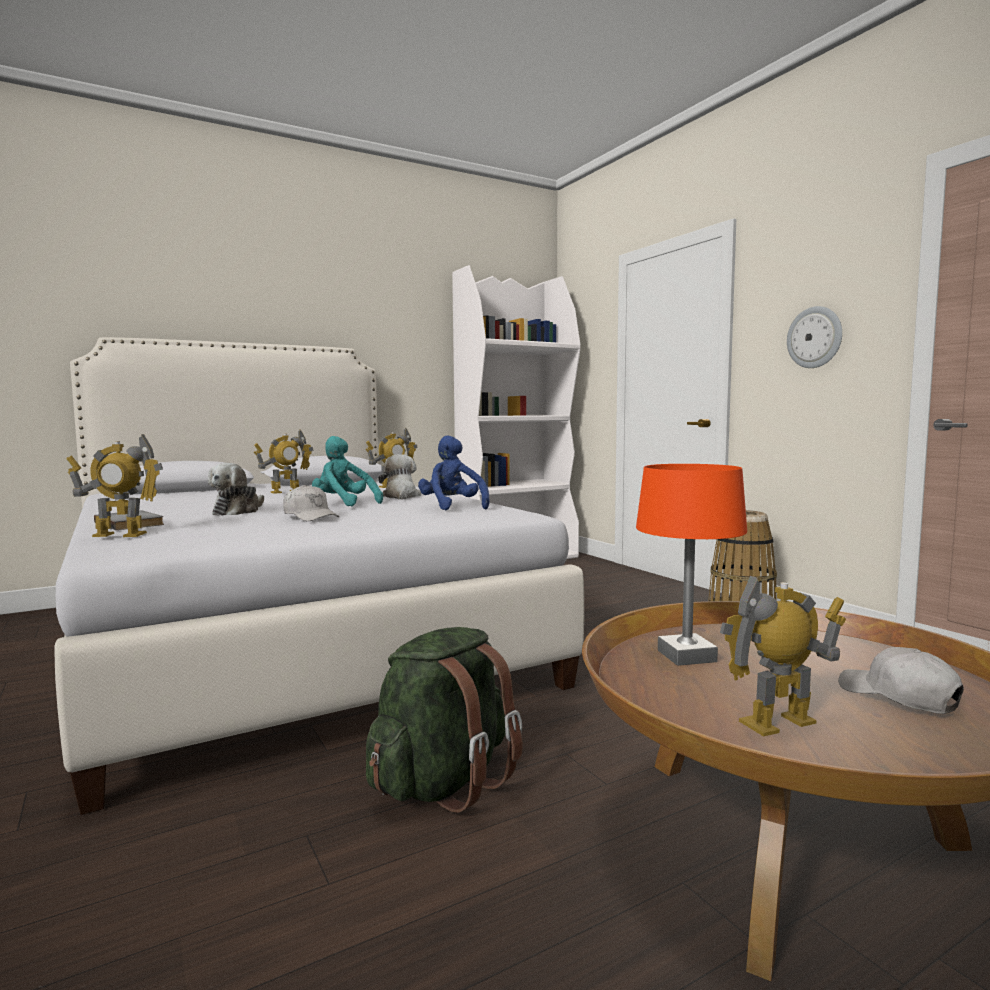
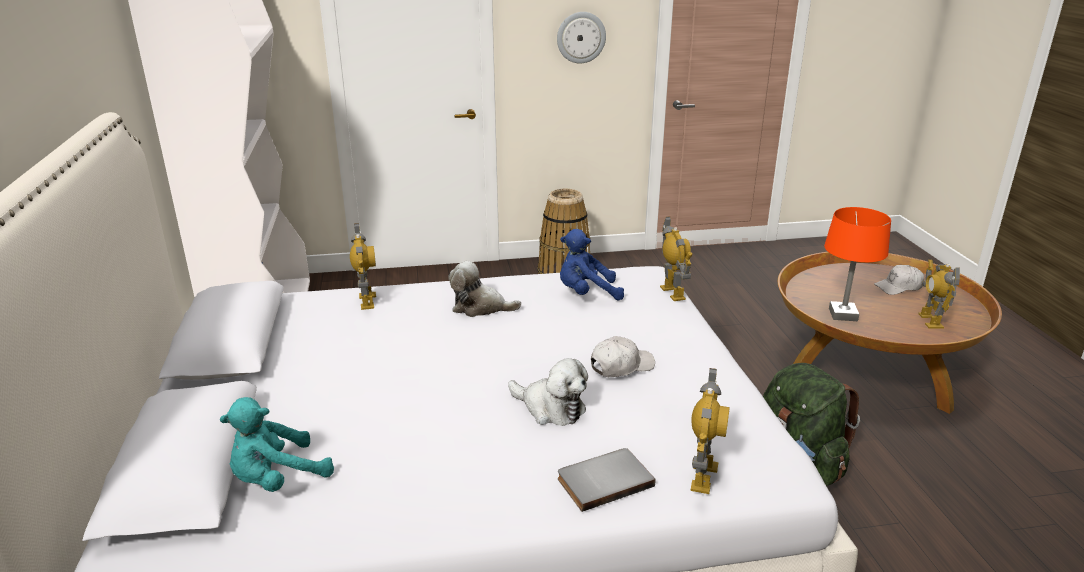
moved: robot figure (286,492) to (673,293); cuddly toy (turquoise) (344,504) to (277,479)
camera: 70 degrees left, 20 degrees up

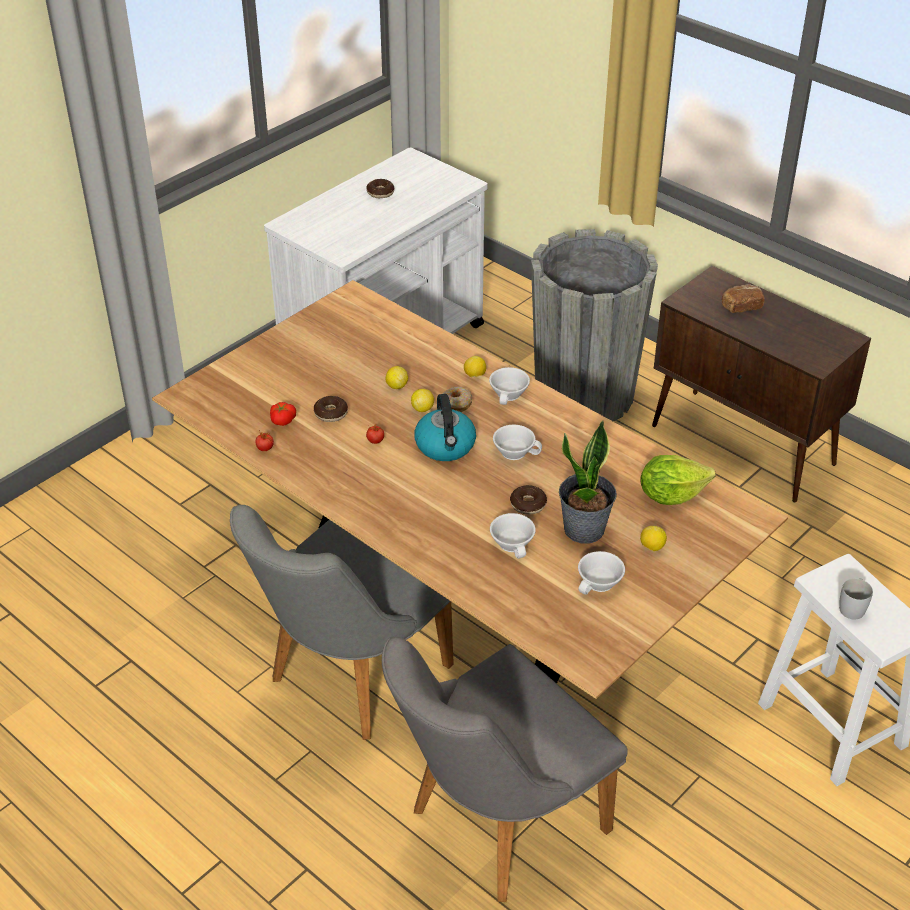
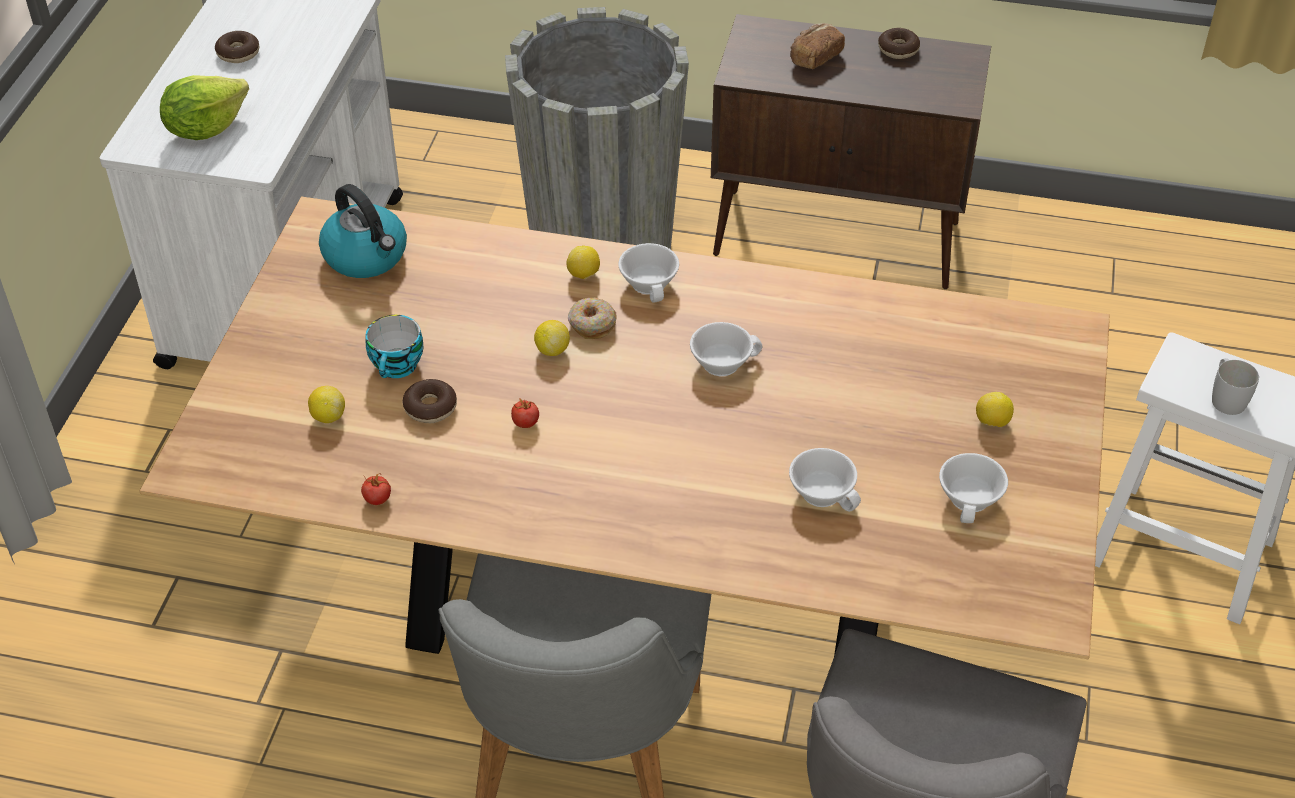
removed: whole tomato (282,420); potted plant (584,529)
added: cup (398,367)
moved: citrus fruit (396,386) to (328,416); kettle (446,446) to (366,256); ring doughnut (528,504) to (898,49); lettuce head (671,495) to (205,128)
camera: 30 degrees left, 5 degrees up

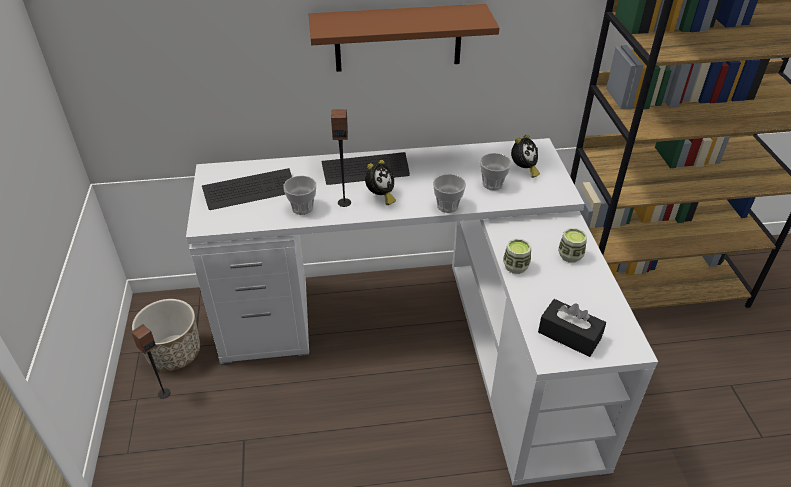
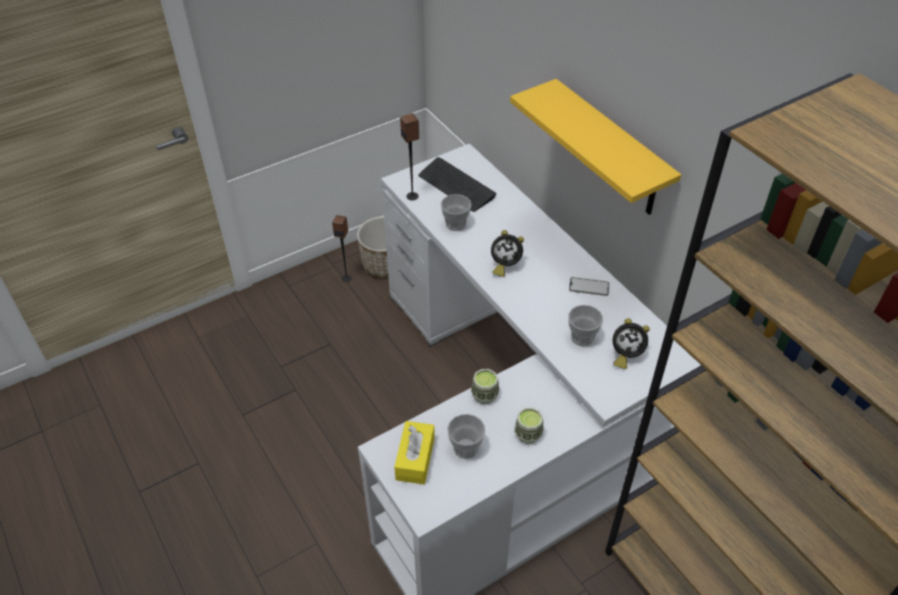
removed: PC keyboard (365,170)
added: telephone (589,287)
moved: loudspeaker (344,202) to (412,196); cup (447,206) to (465,448)
recoloured: wall shelf (brown-coloured) (398,38) to wall shelf (yellowish) (610,150); box of tissues (blackish) (569,335) to box of tissues (yellowish) (415,459)
camera: 65 degrees right, 5 degrees up

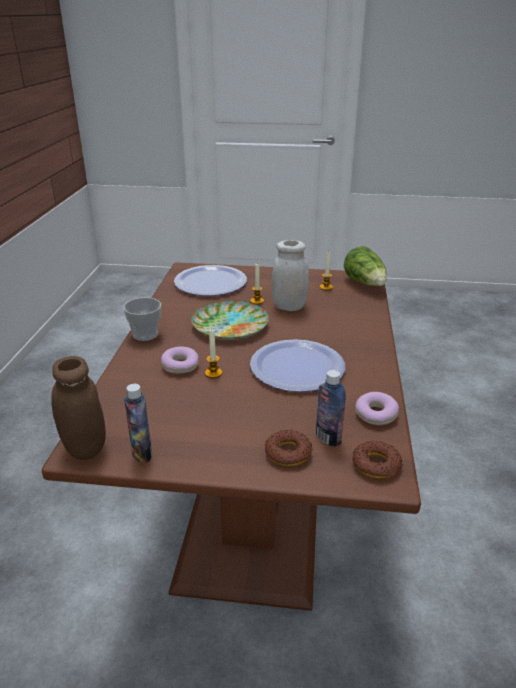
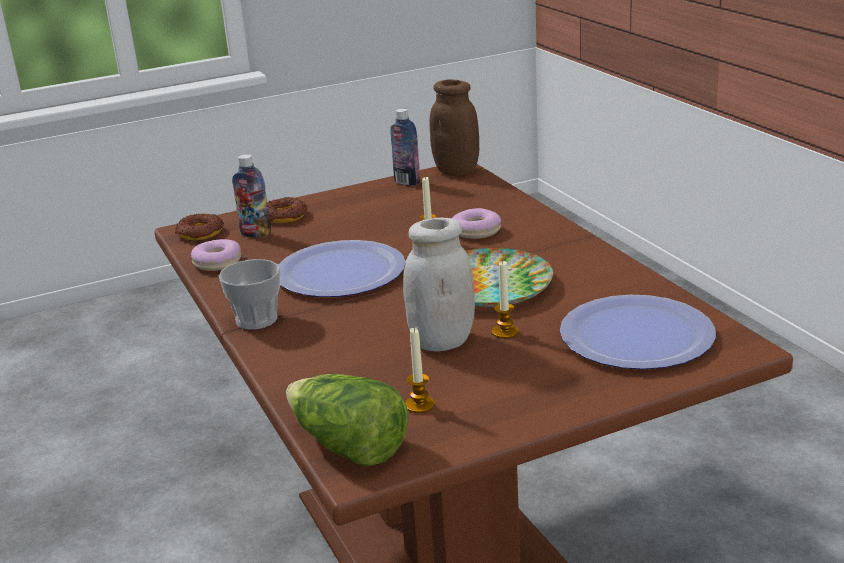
moved: cup (145,334) to (256,320)
camera: 150 degrees right, 5 degrees down

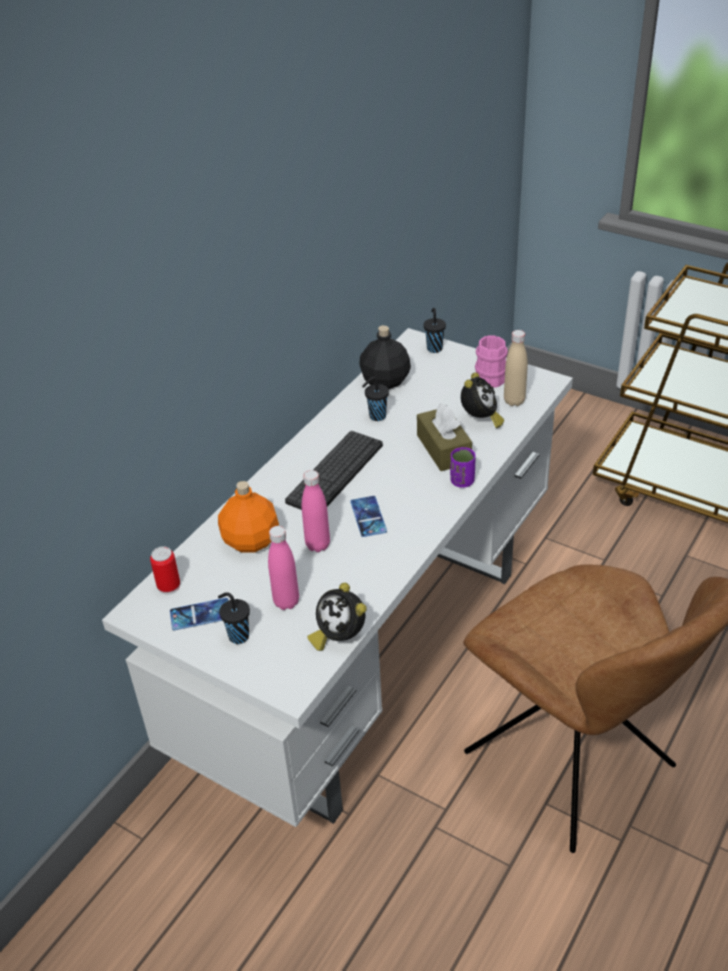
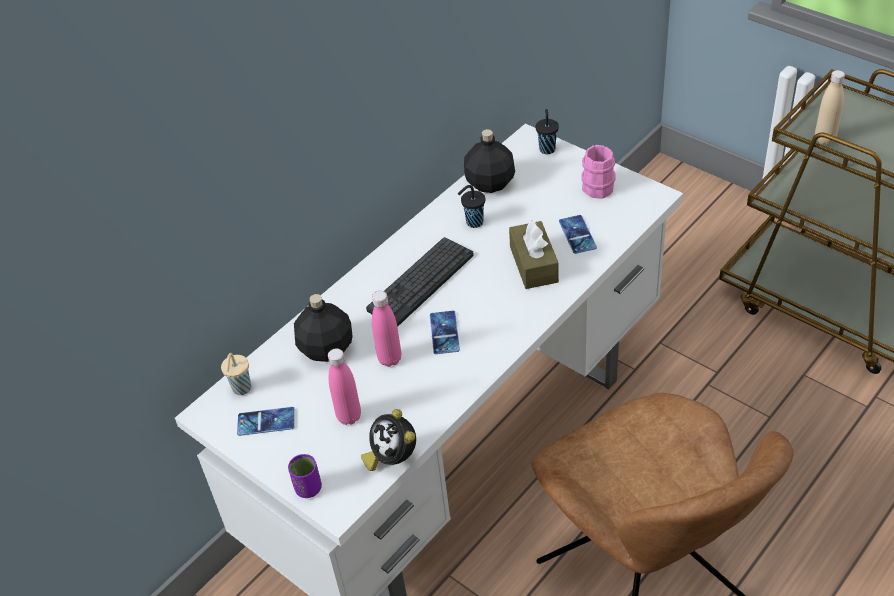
removed: cup (blackish) (237,636)
moved: cup (purple) (462,481) to (308,488); drink bottle (sand-coloured) (514,401) to (824,139)
replaced: can (169,586) to cup (sand-coloured) (241,389); alarm clock (480,420) to telephone (577,234)
recoloured: drink bottle (orangey) (251,541) to drink bottle (blackish) (327,349)
camera: 10 degrees right, 5 degrees up

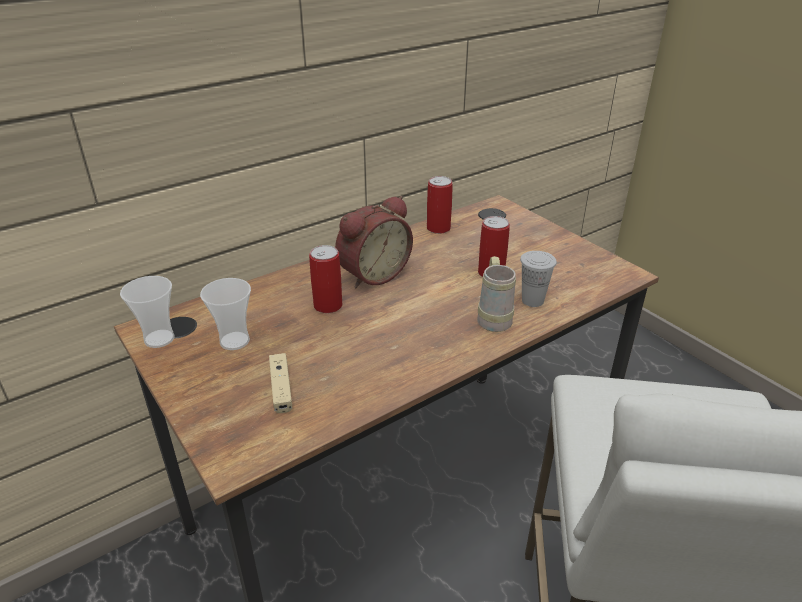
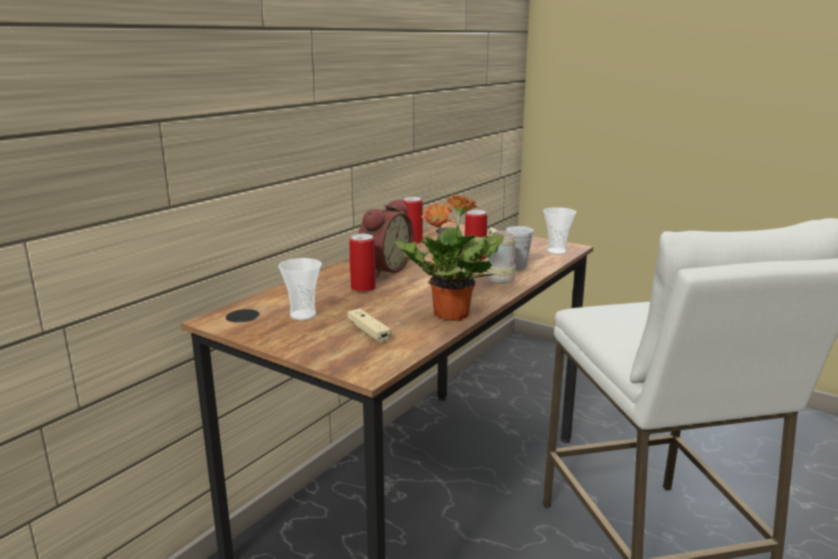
added: potted plant (450,315)
moved: cup (159,339) to (556,251)
camera: 20 degrees left, 15 degrees down

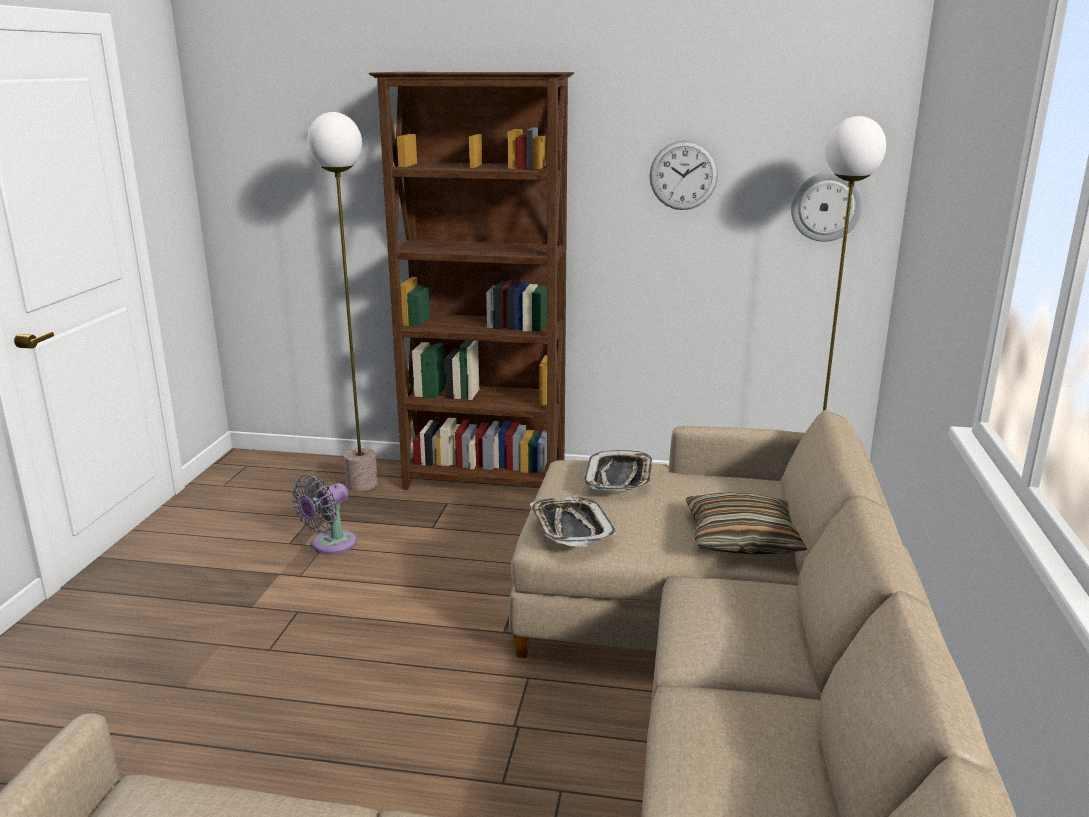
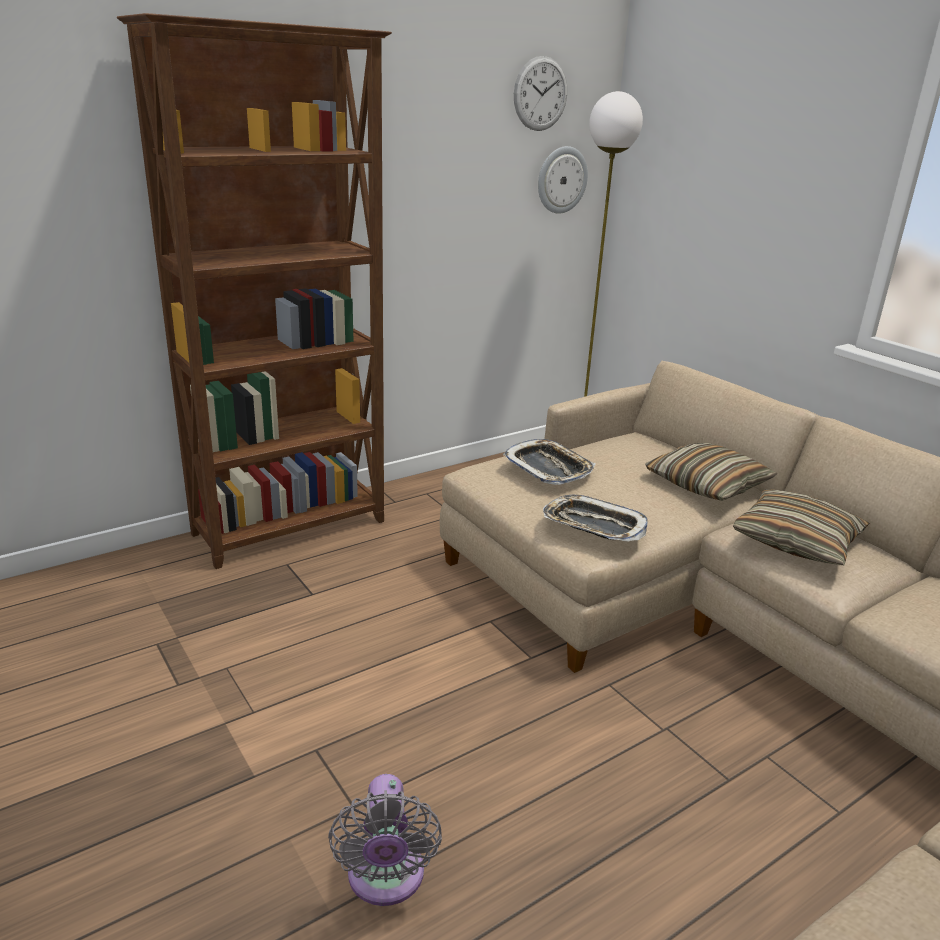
removed: floor lamp (362,484)
added: cushion (796,541)
moved: electric fan (grey) (330,545) to (385,879); hanging clock (683,175) to (540,94)
camera: 45 degrees left, 5 degrees up

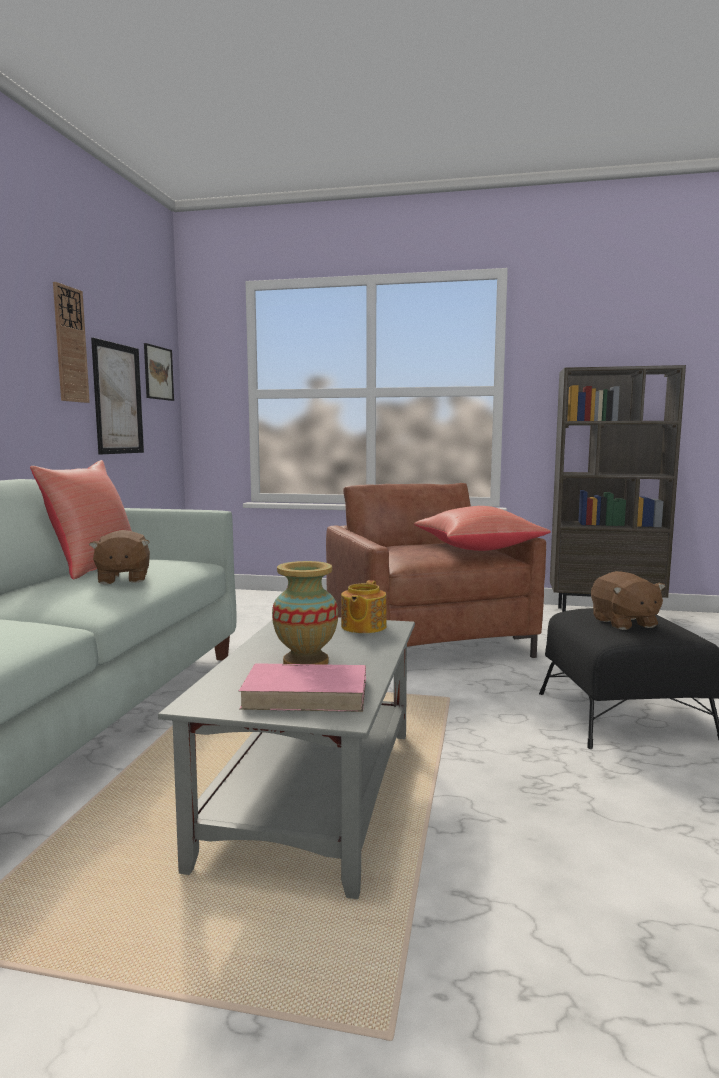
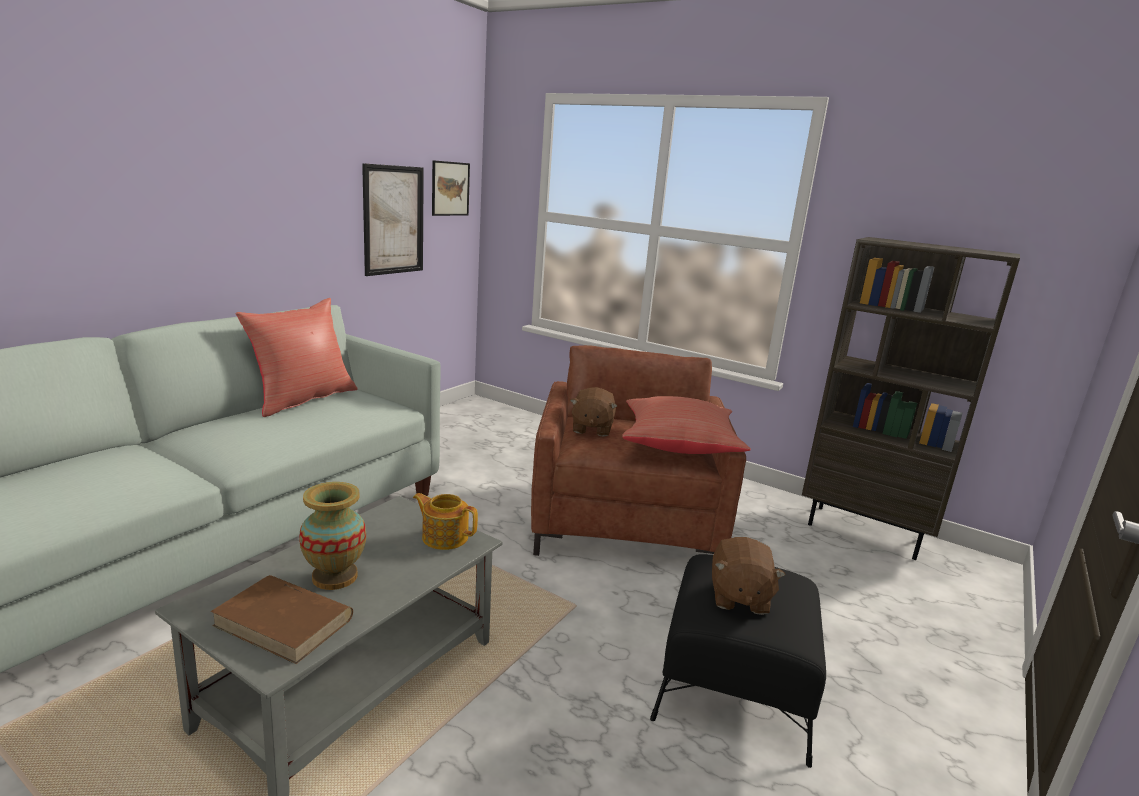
removed: hanging clock (70,345)
moved: cuddly toy (brown-coloured) (122,579) to (591,428)
recoloured: book (pink-coloured) (307,693) to book (brown-coloured) (285,622)
turned: teapot (362,627) = (444,537) 75 degrees clockwise
camera: 20 degrees right, 10 degrees up

